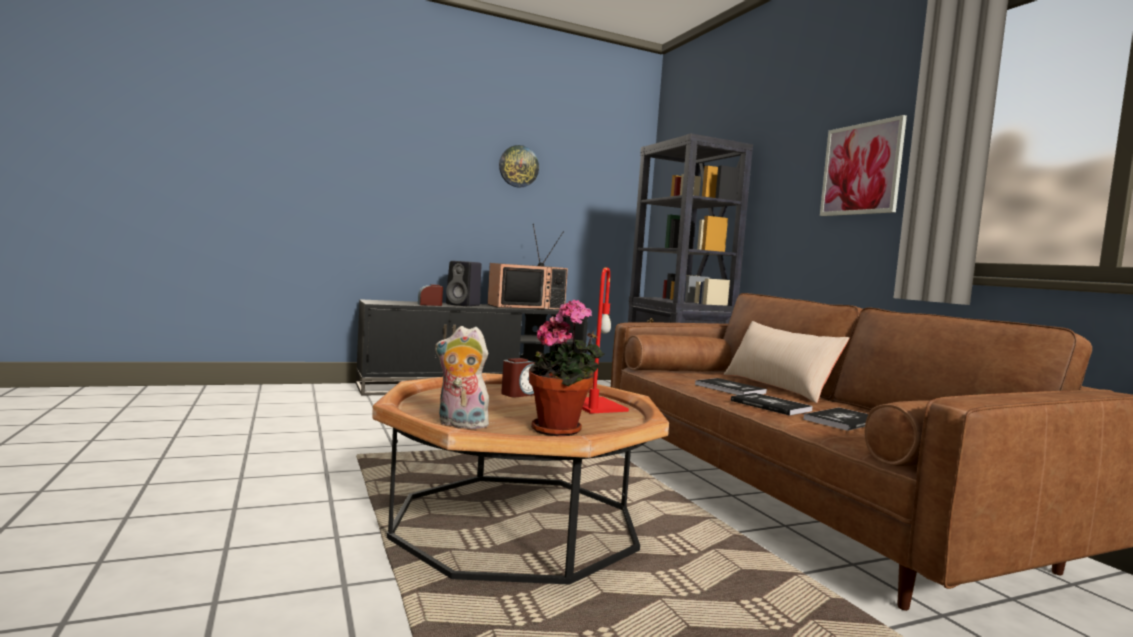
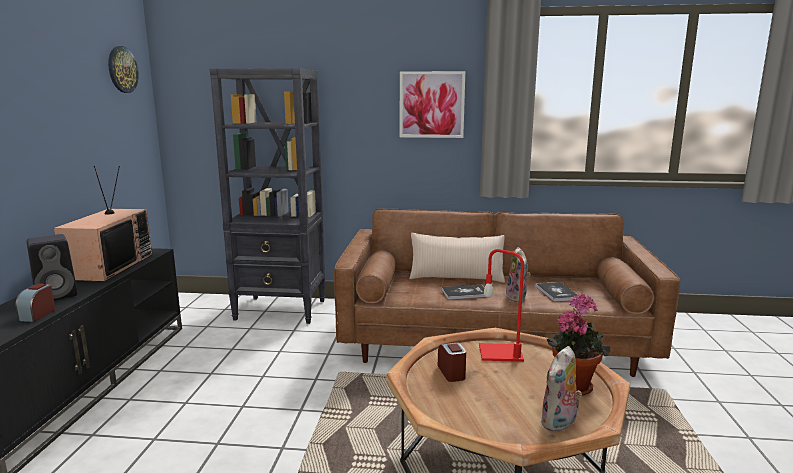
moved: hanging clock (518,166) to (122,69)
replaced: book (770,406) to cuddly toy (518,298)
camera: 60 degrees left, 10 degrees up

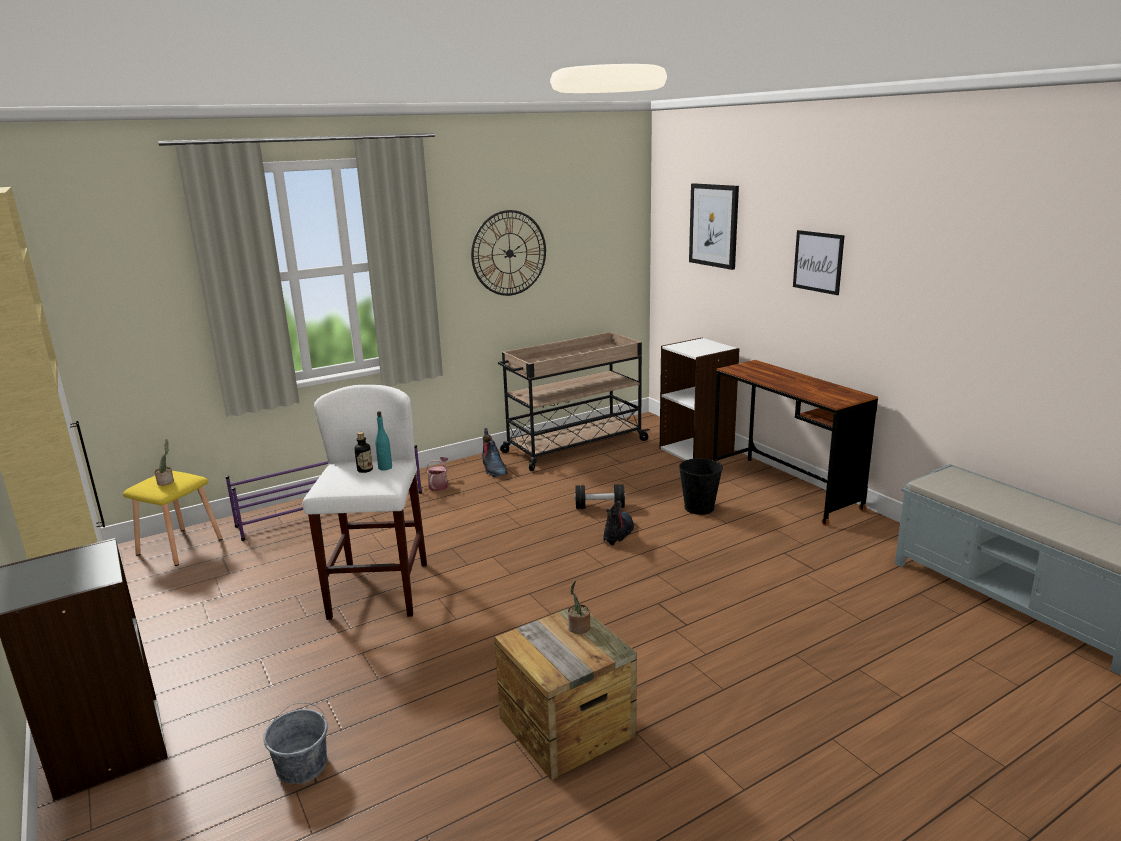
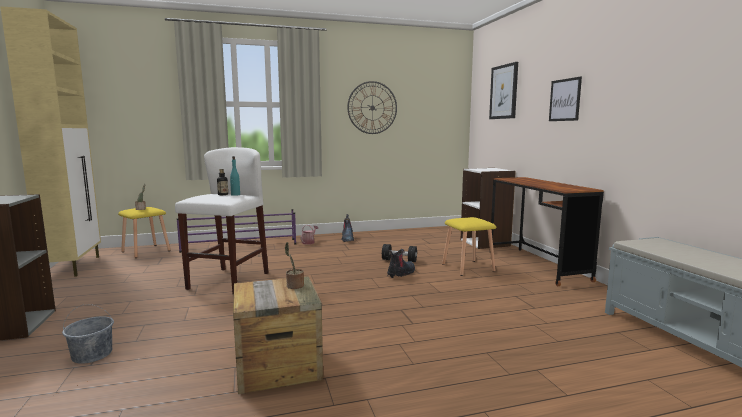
removed: wheeled cart (sand-coloured) (573,446)
replaced: bucket (blackish) (699,507) to stool (yellowish) (467,267)
camera: 15 degrees right, 10 degrees down

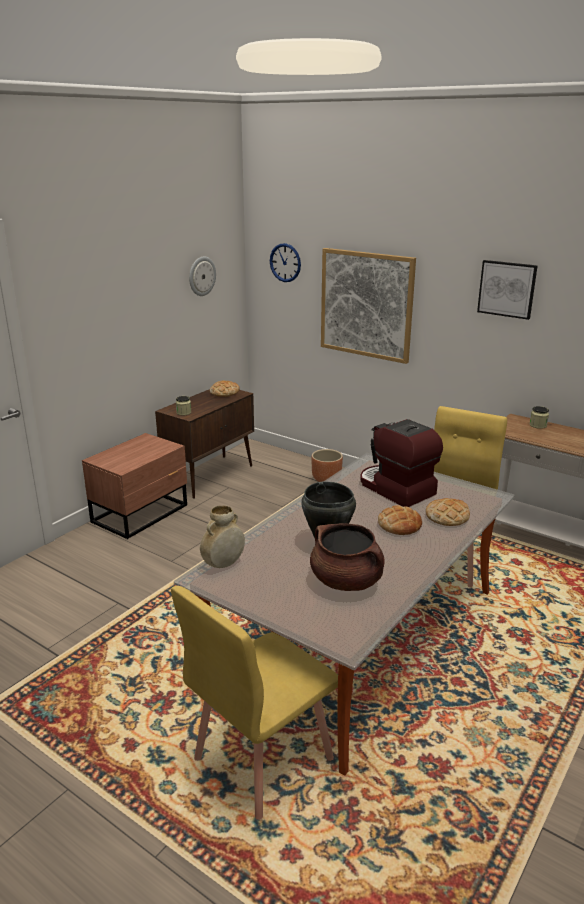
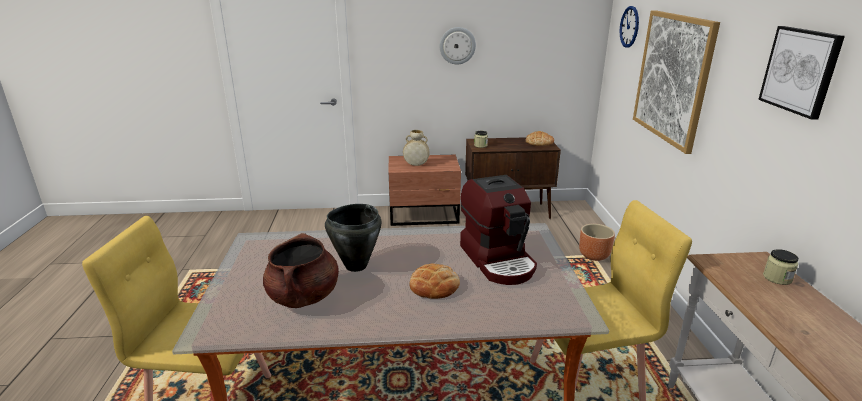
removed: bread (447,516)
moved: hanging clock (201,276) to (457,45); flower vase (sand-coloured) (223,564) to (416,165)
turned: coffee machine (395,489) = (498,260) 150 degrees clockwise
camera: 50 degrees right, 0 degrees up

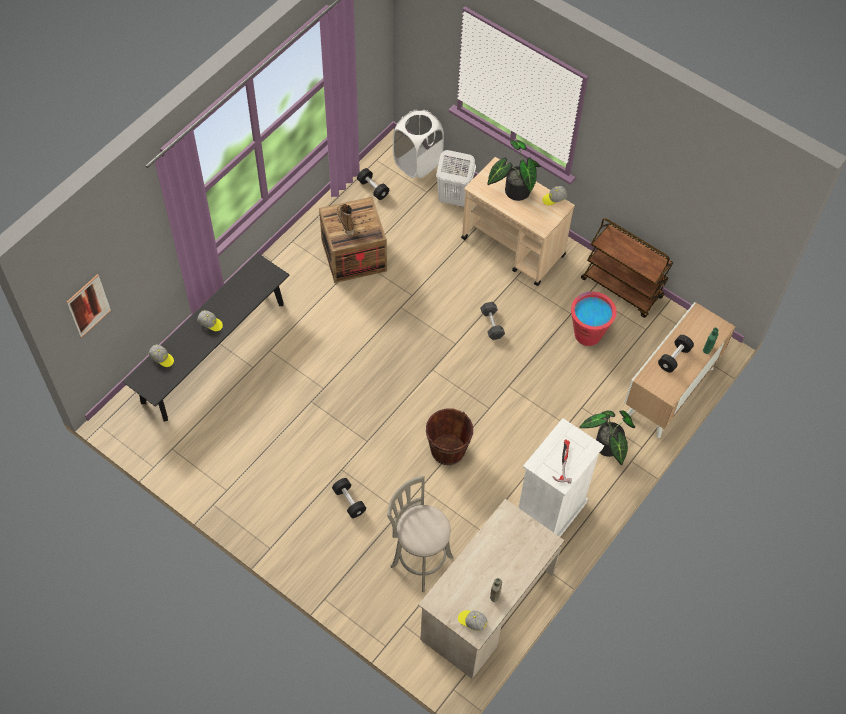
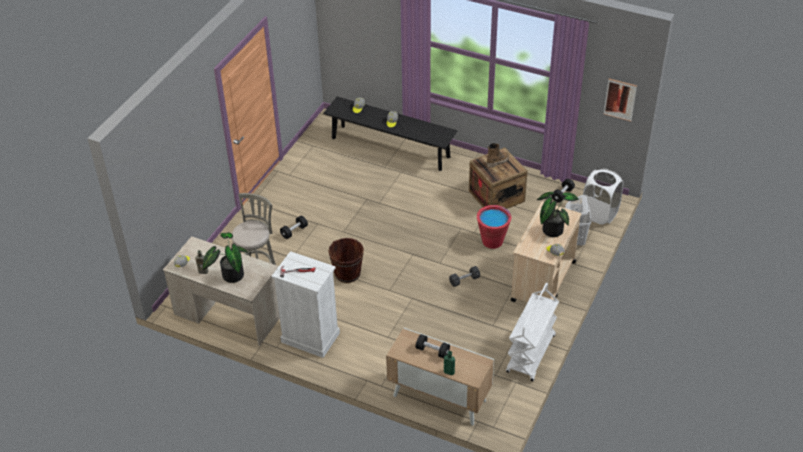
moved: wall picture (88,305) to (620,99); bucket (reddish) (587,334) to (492,241); potted plant (607,448) to (230,275)
recoloured: wheeled cart (brown-coloured) (622,288) to wheeled cart (white) (531,354)
camera: 80 degrees right, 15 degrees down

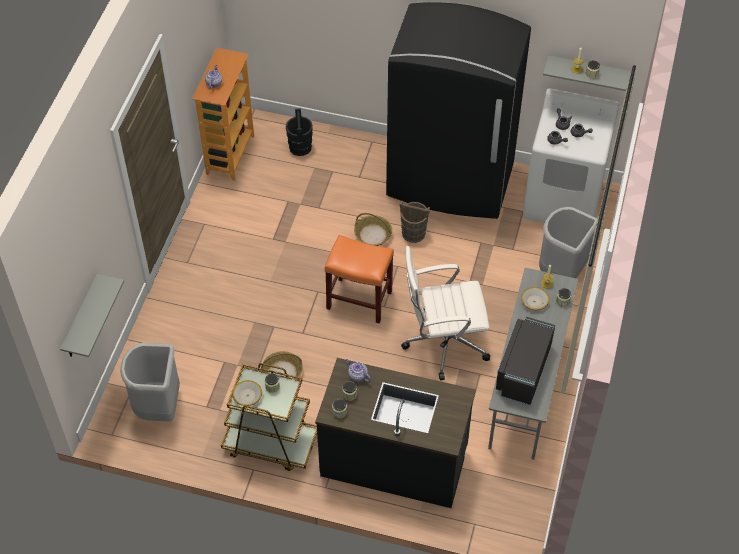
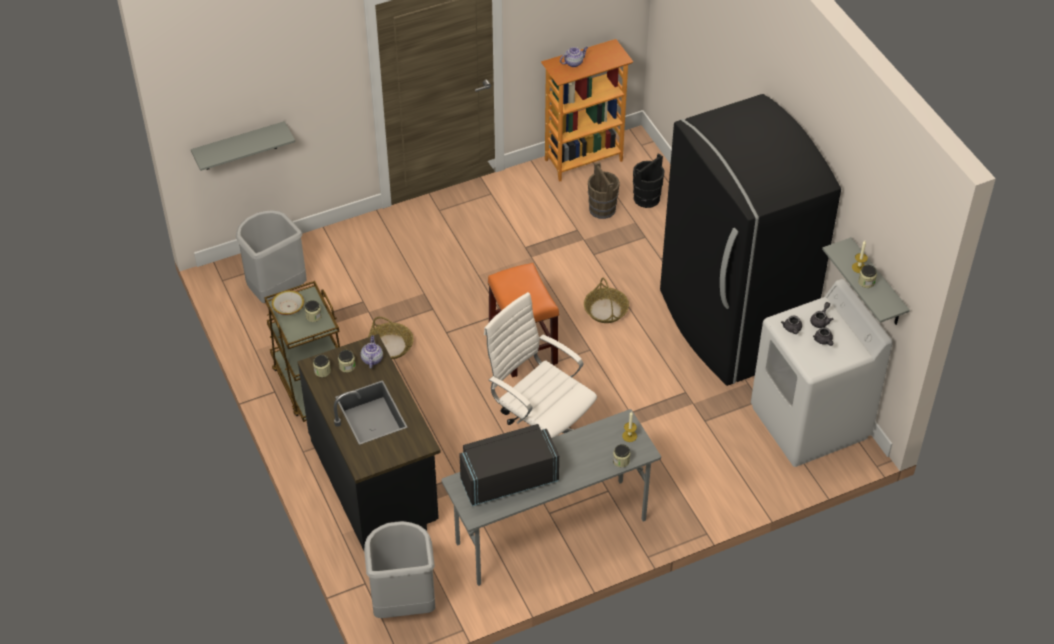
removed: bowl (534,301)
moved: bucket (brown-coloured) (413,233) to (602,209); rubbish bin (grey) (561,273) to (403,604)
camera: 50 degrees right, 5 degrees down

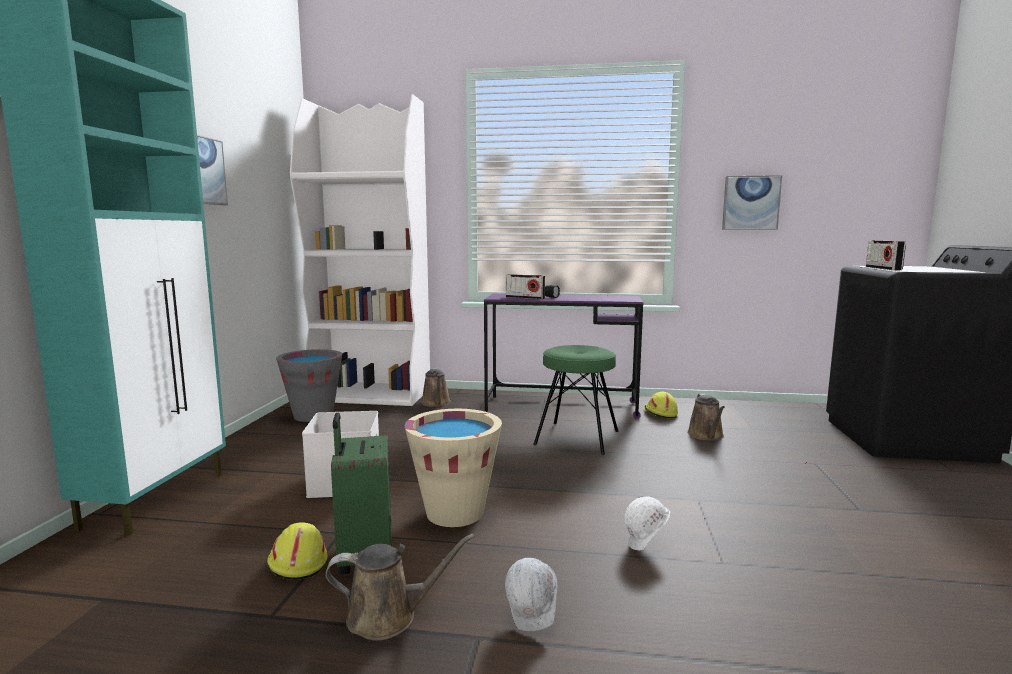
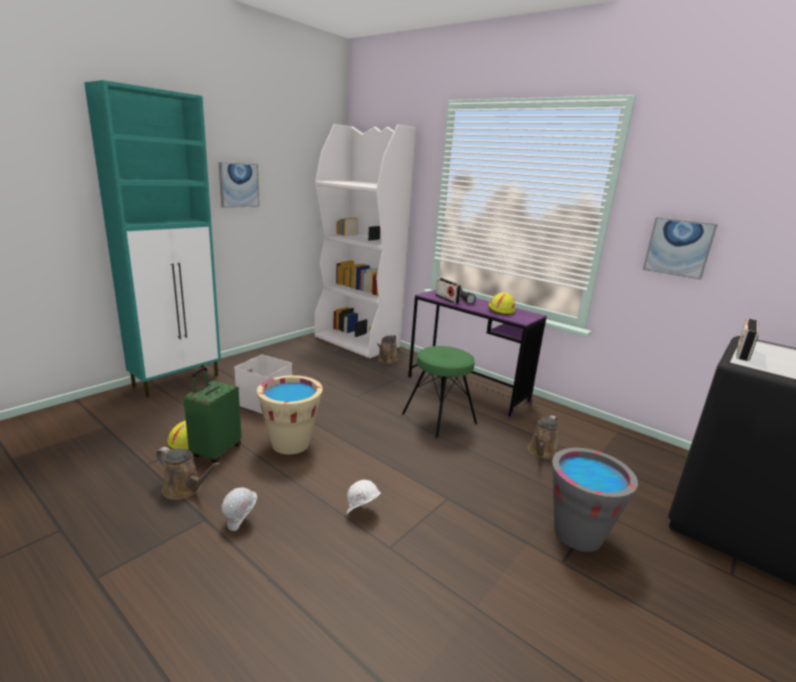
moved: bucket (grey) (313,415) to (577,534); work helmet (yellowish) (660,413) to (501,310)
camera: 30 degrees right, 10 degrees up

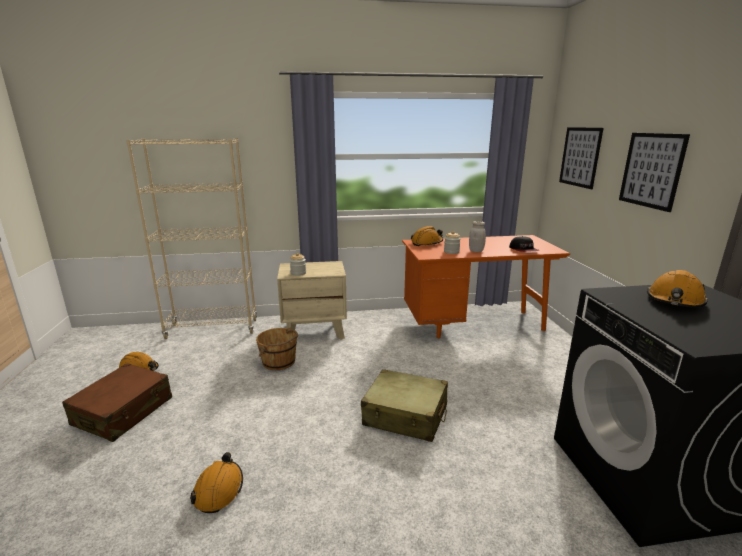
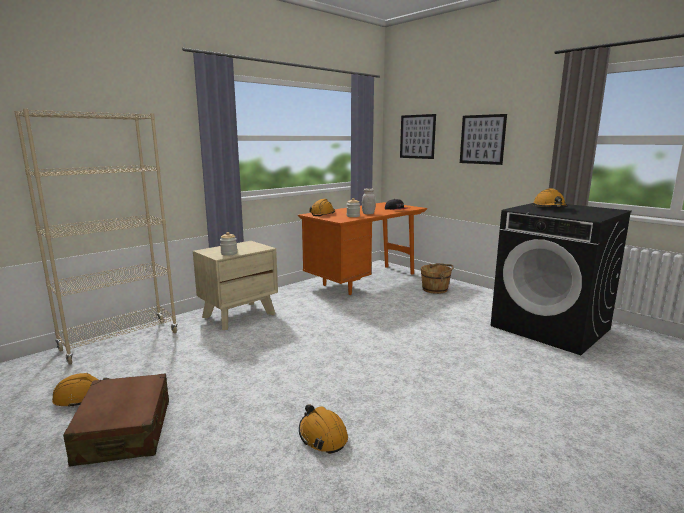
removed: suitcase (sand-coloured) (405,415)
moved: bucket (brown-coloured) (279,362) to (435,289)
camera: 35 degrees left, 5 degrees down

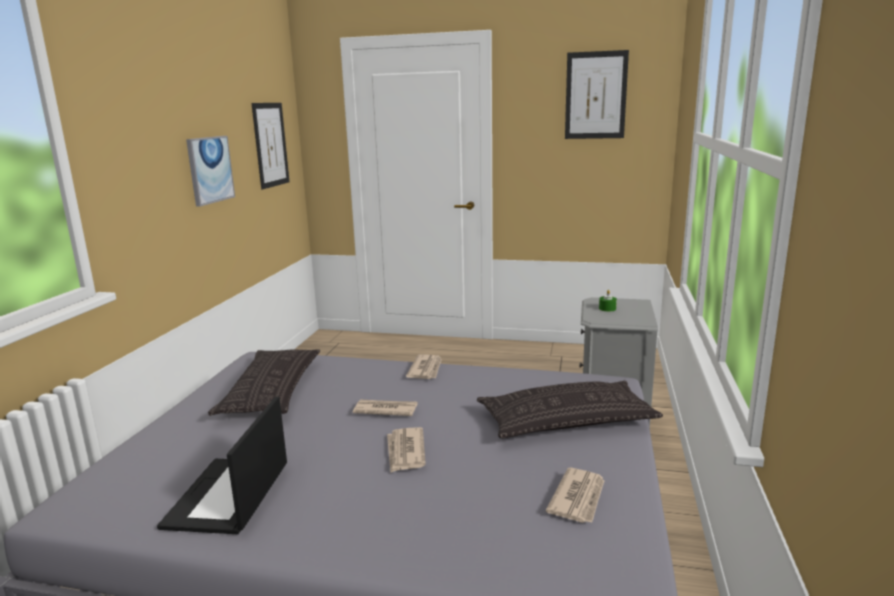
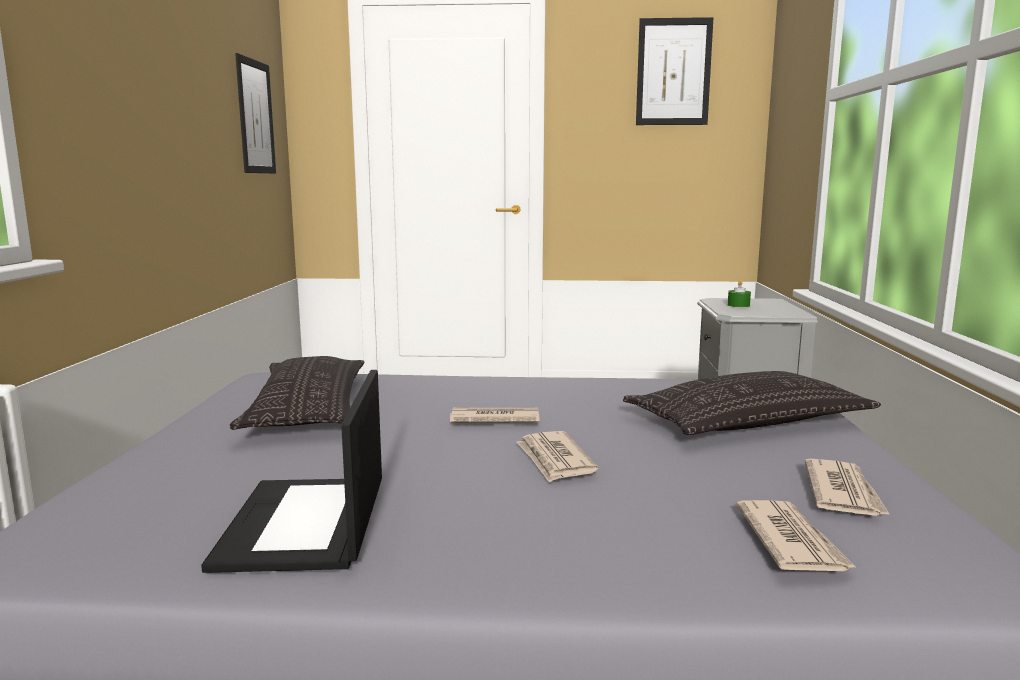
removed: wall picture (210,170)
moved: printed paper (426,369) to (791,541)
camera: 10 degrees left, 5 degrees down

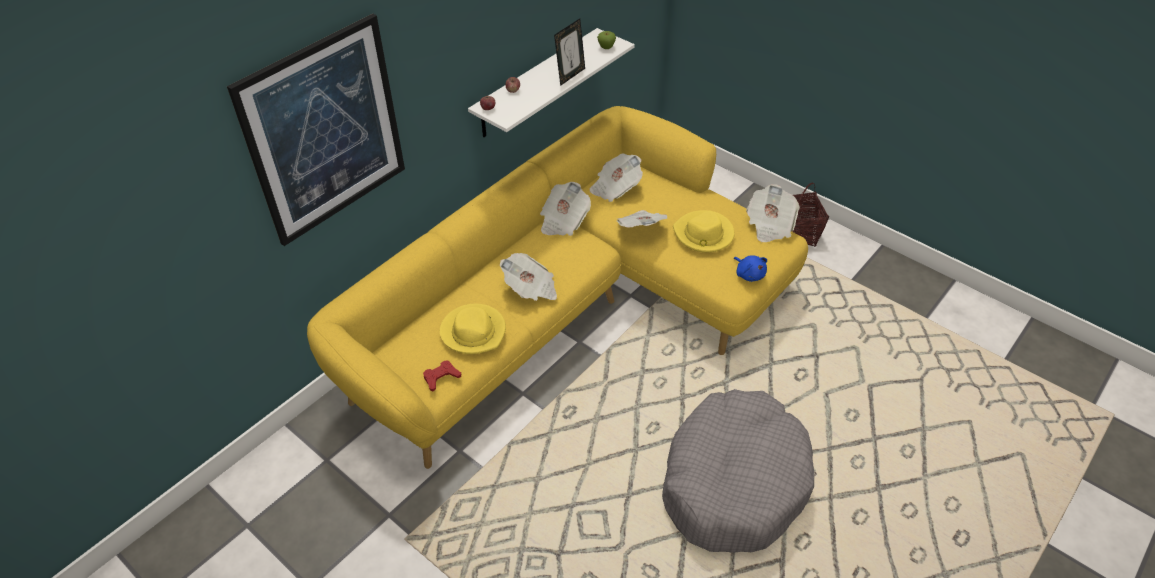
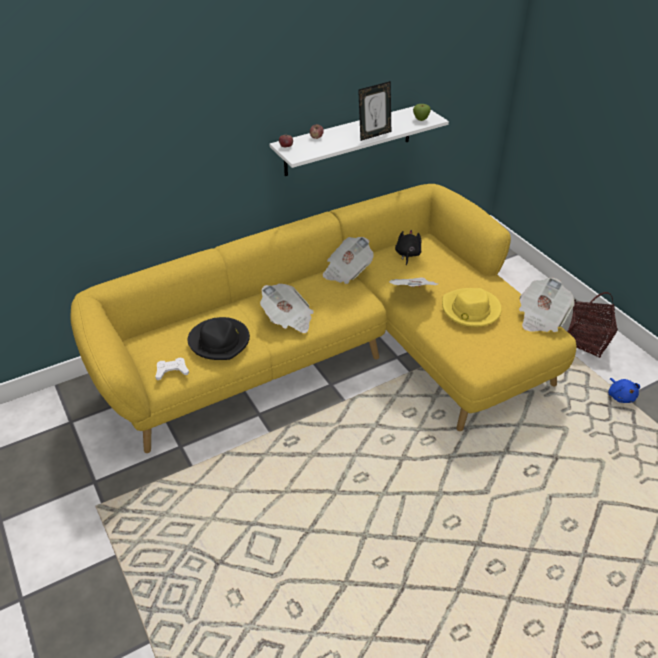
removed: wall picture (325,131); pet bed (grey) (733,481)
moved: cuddly toy (blue-coloured) (749,274) to (620,396)
replaced: printed paper (615,188) to cuddly toy (blackish) (407,255)
recoloured: gamepad (reddish) (441,377) to gamepad (white) (172,371); wearable hat (yellowish) (473,331) to wearable hat (blackish) (220,341)
camera: 20 degrees right, 5 degrees down

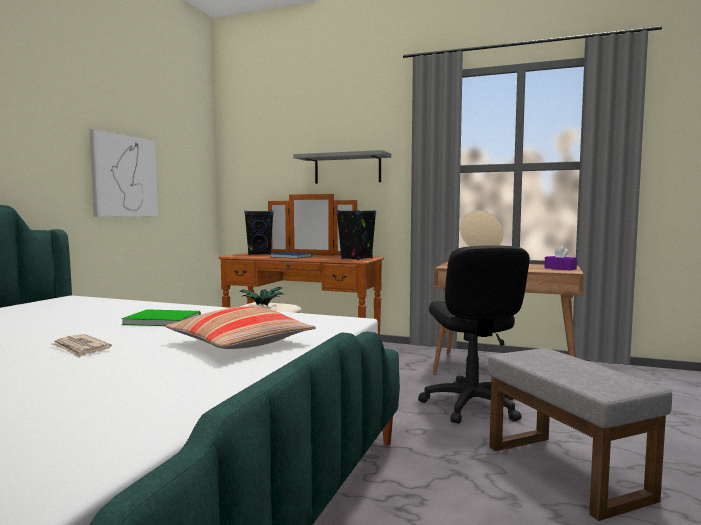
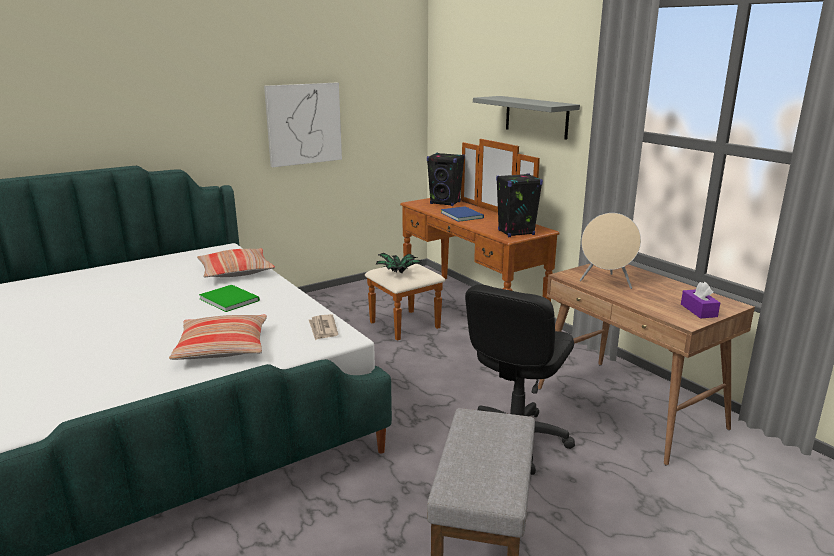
added: cushion (236,271)
moved: printed paper (80,348) to (323,329)
camera: 35 degrees right, 15 degrees up

